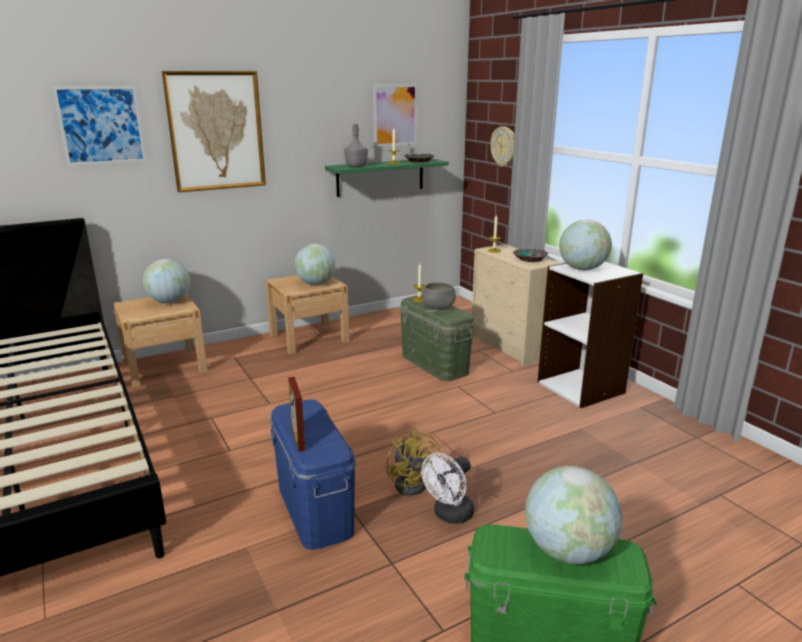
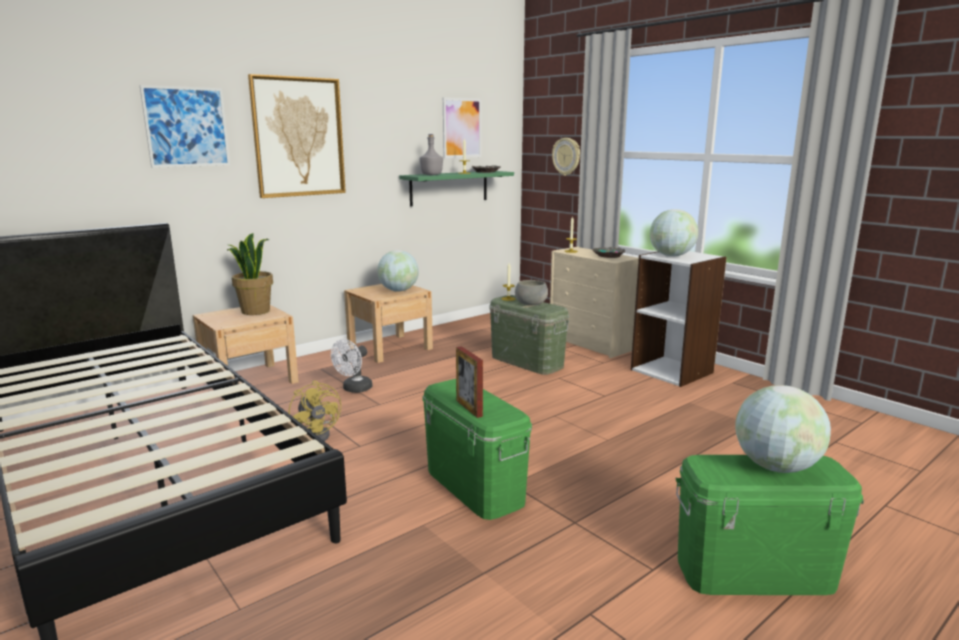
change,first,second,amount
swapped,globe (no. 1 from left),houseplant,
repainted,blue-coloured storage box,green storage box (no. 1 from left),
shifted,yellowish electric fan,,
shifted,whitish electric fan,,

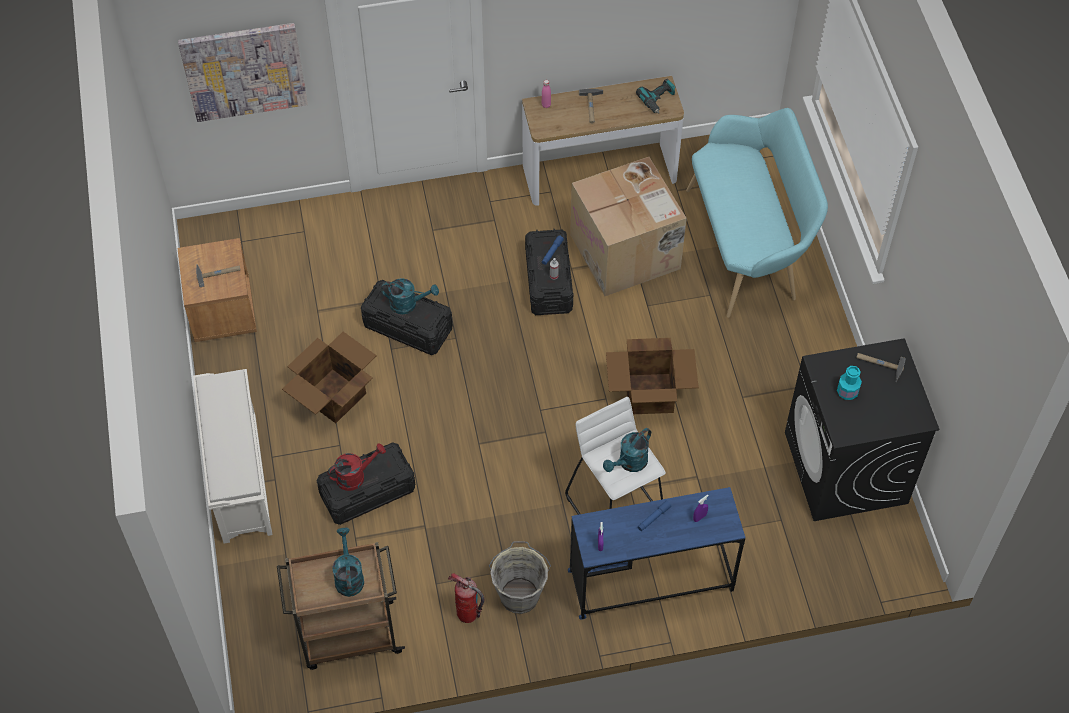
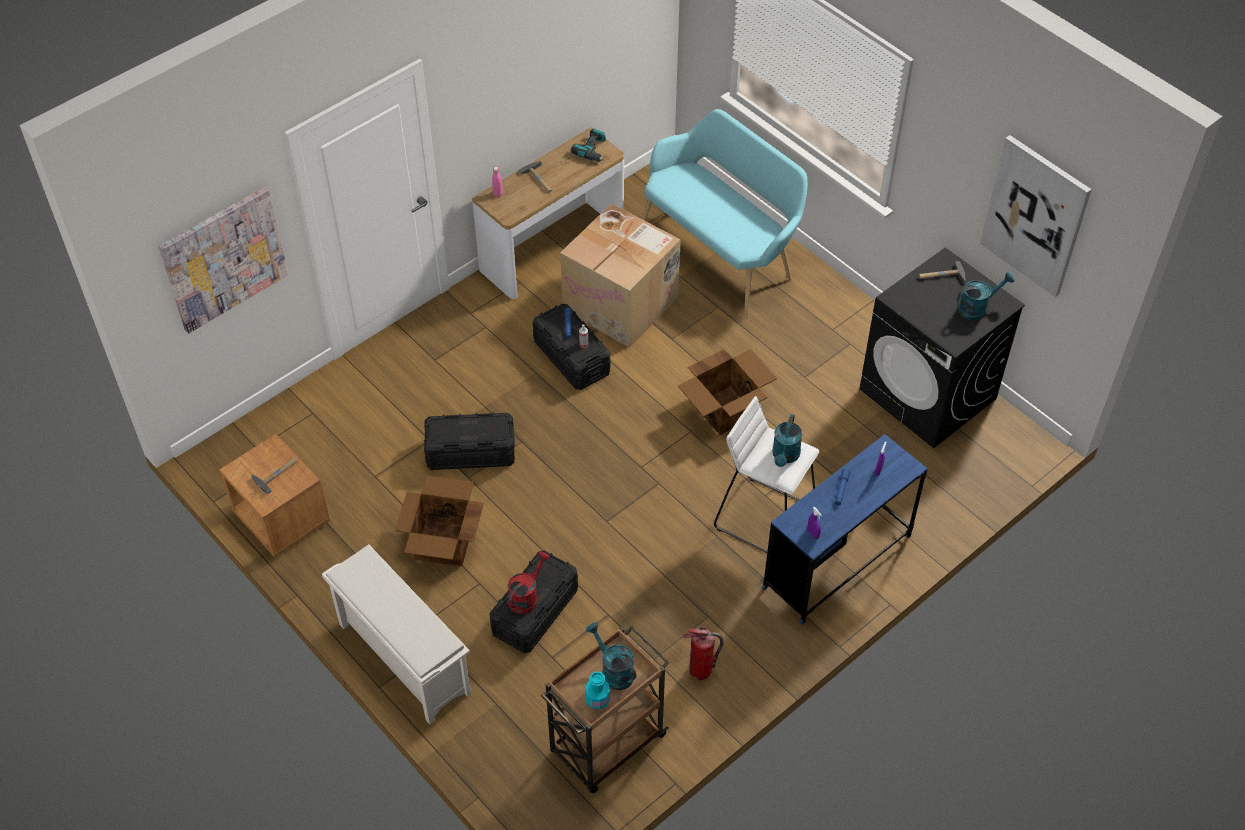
change,first,second,amount
shifted,turquoise-coloured watering can (no. 2 from left in the first image),turquoise-coloured watering can (no. 3 from left),
shifted,turquoise-coloured drink bottle,,
gone,greyish pail,,
new,,wall picture (no. 2 from left),

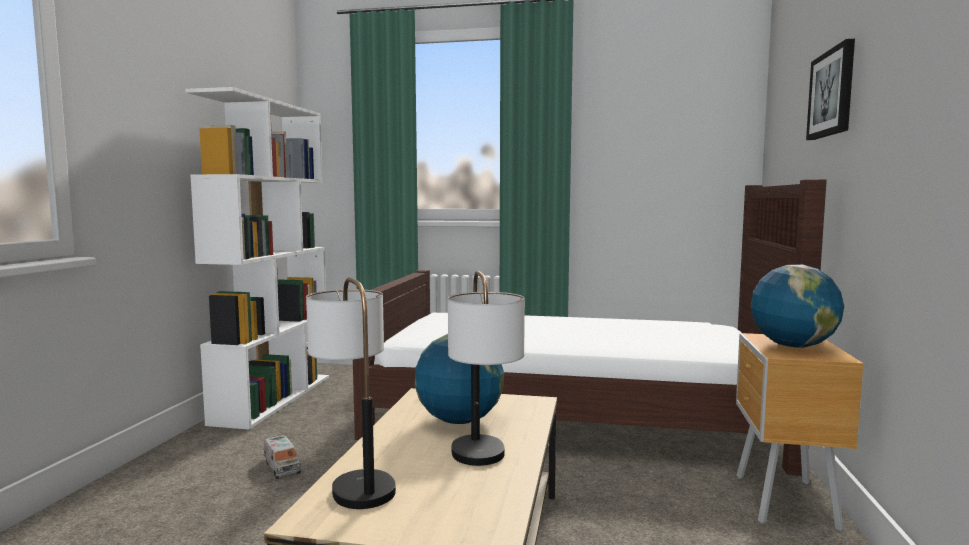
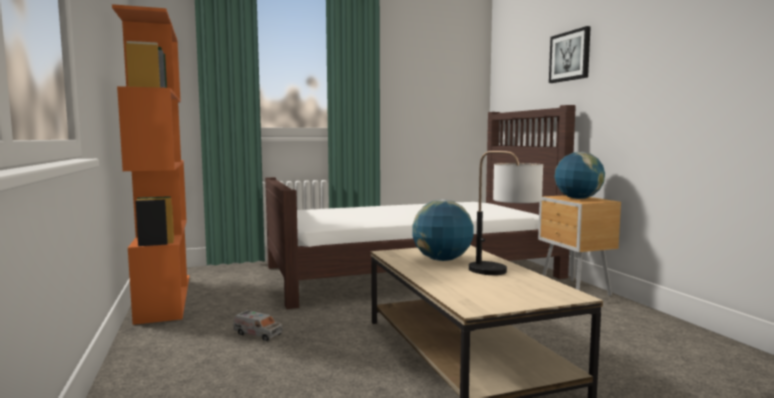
change,first,second,amount
repainted,whitish bookcase,orangey bookcase,
gone,lamp for a table (no. 1 from left),,

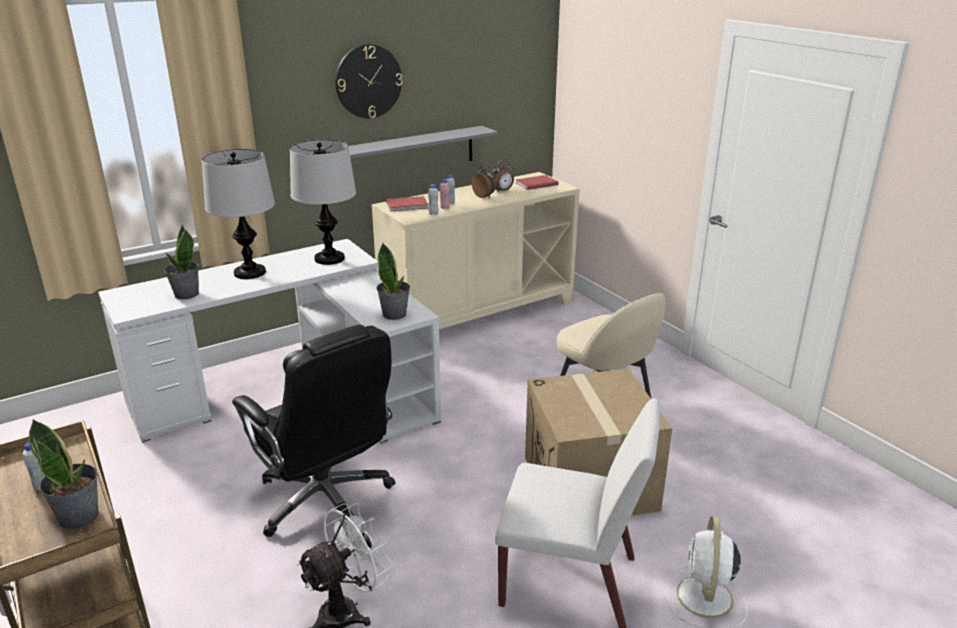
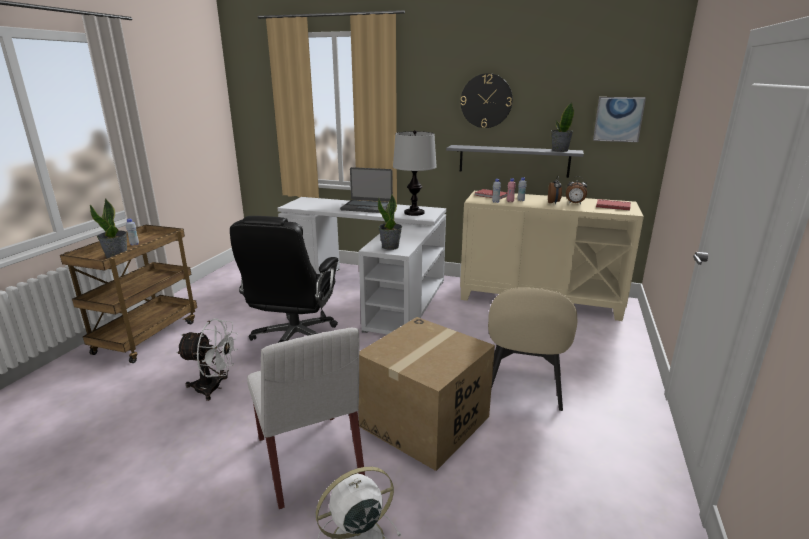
change,first,second,amount
swapped,lamp for a table (no. 1 from left),laptop,
shifted,houseplant (no. 2 from left in the first image),houseplant (no. 3 from left),
new,,wall picture,

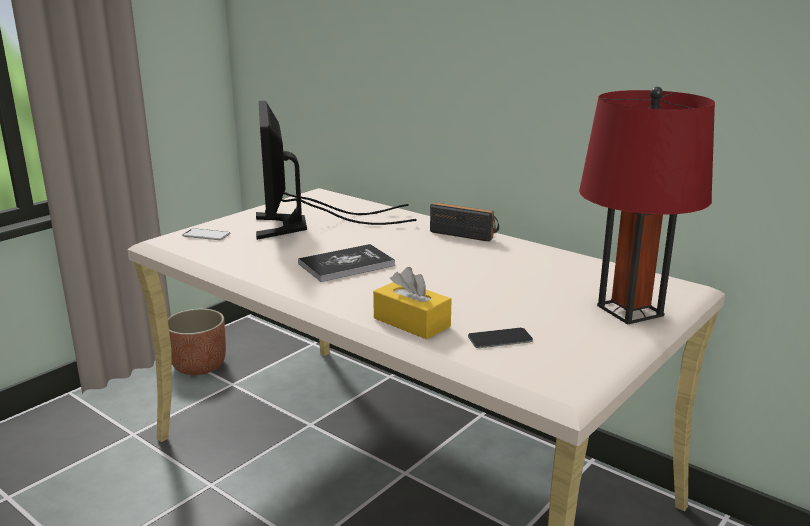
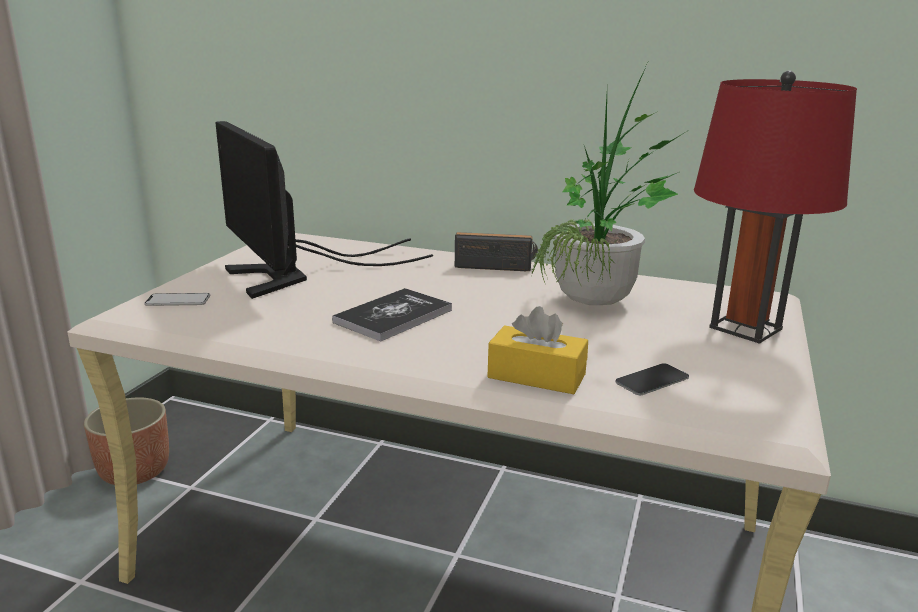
change,first,second,amount
new,,houseplant,

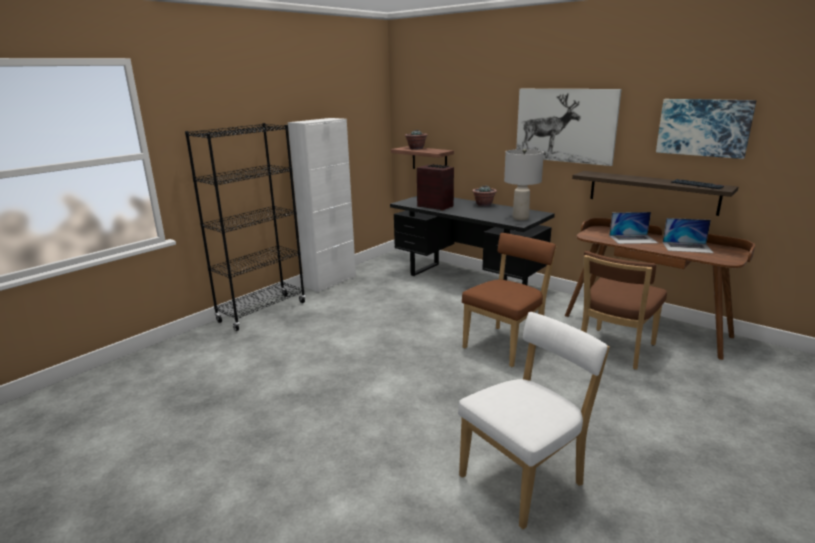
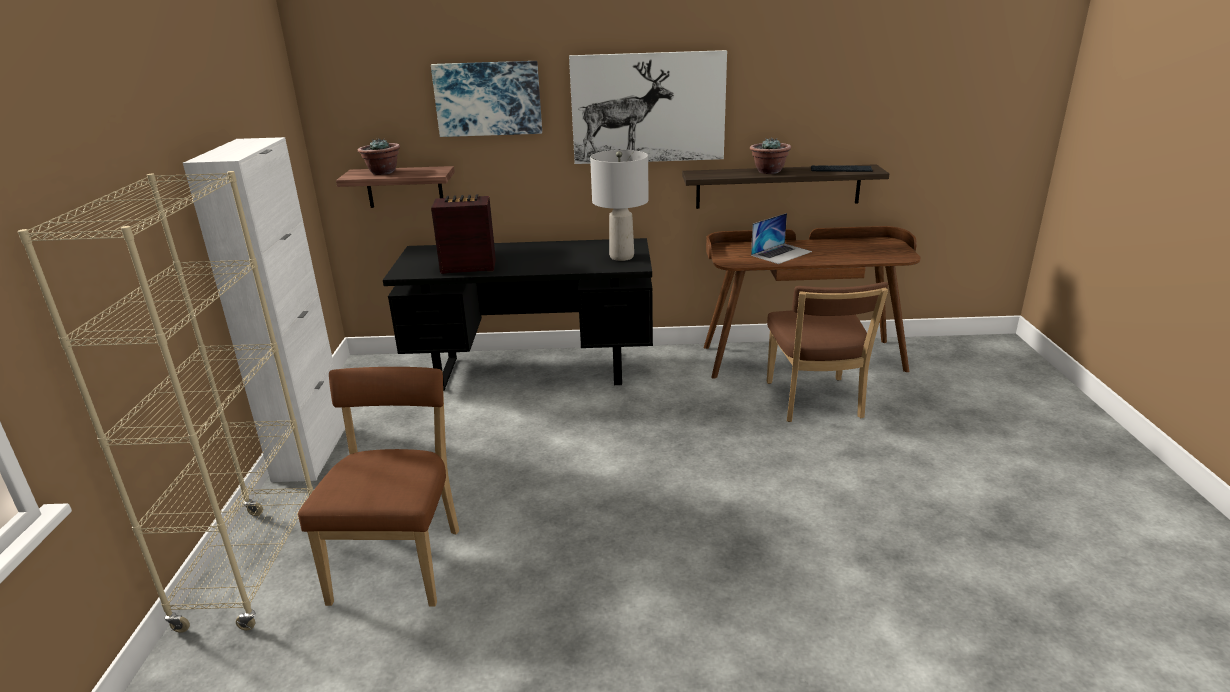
change,first,second,amount
shifted,wall picture (no. 2 from left in the first image),wall picture (no. 1 from left),
repainted,black bookcase,beige bookcase,
shifted,houseplant (no. 2 from left),,
gone,laptop (no. 2 from left),,
shifted,brownish plain chair (no. 1 from left),,
gone,whitish plain chair,,

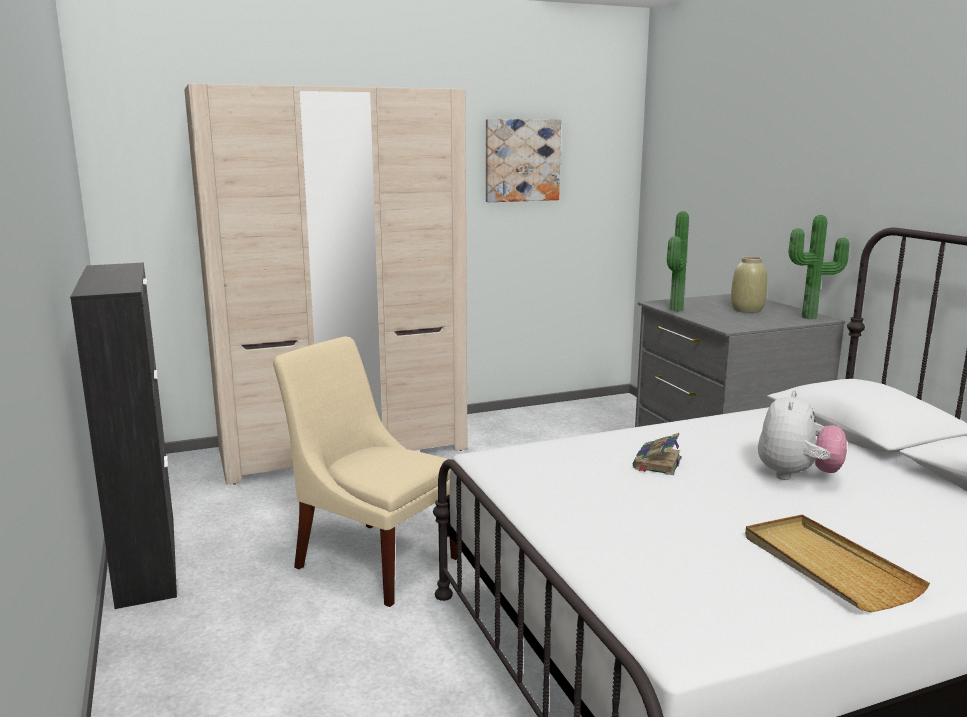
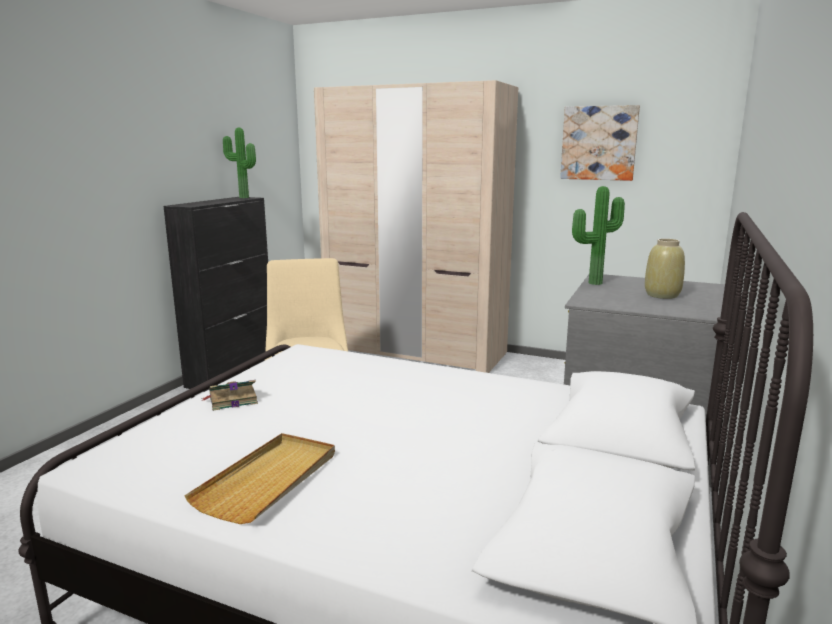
change,first,second,amount
shifted,houseplant (no. 2 from left in the first image),houseplant (no. 1 from left),
gone,cuddly toy,,
shifted,bound book,,

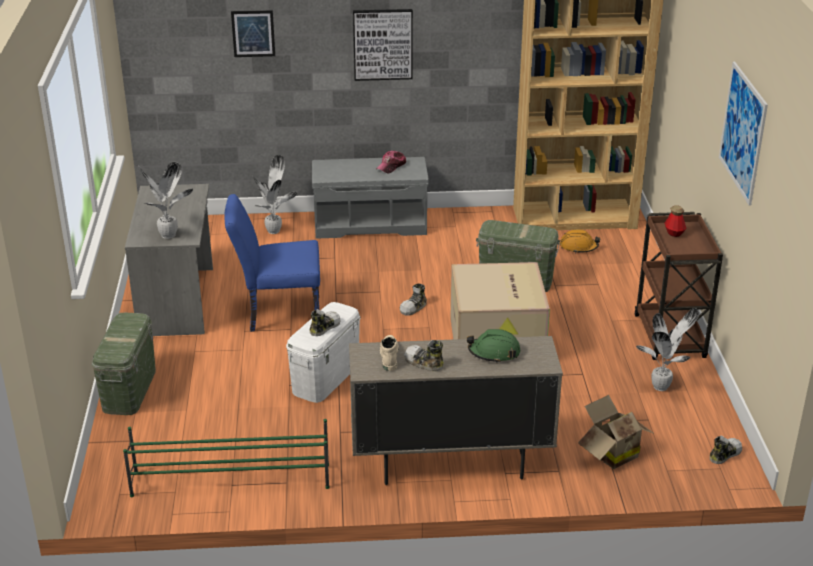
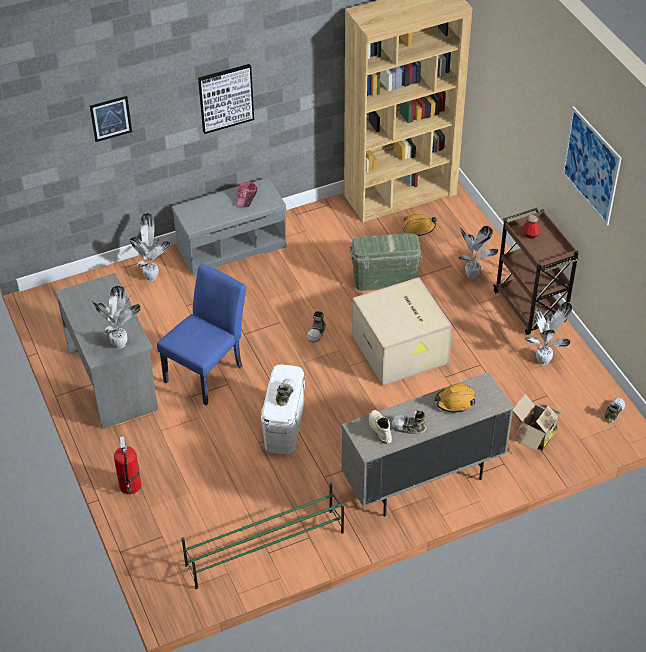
change,first,second,amount
rotated,blue-coloured plain chair,,150 degrees clockwise
swapped,green storage box (no. 1 from left),extinguisher,
repainted,green work helmet,orangey work helmet (no. 2 from left),
new,,houseplant (no. 3 from left),

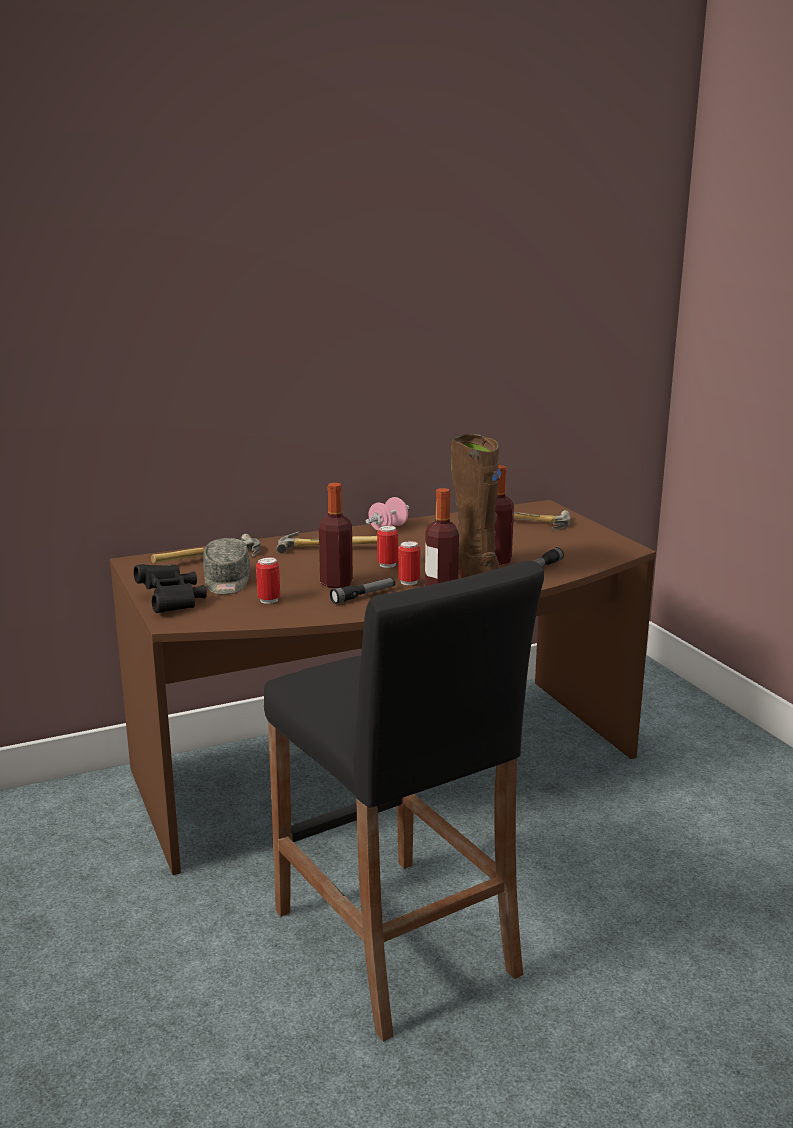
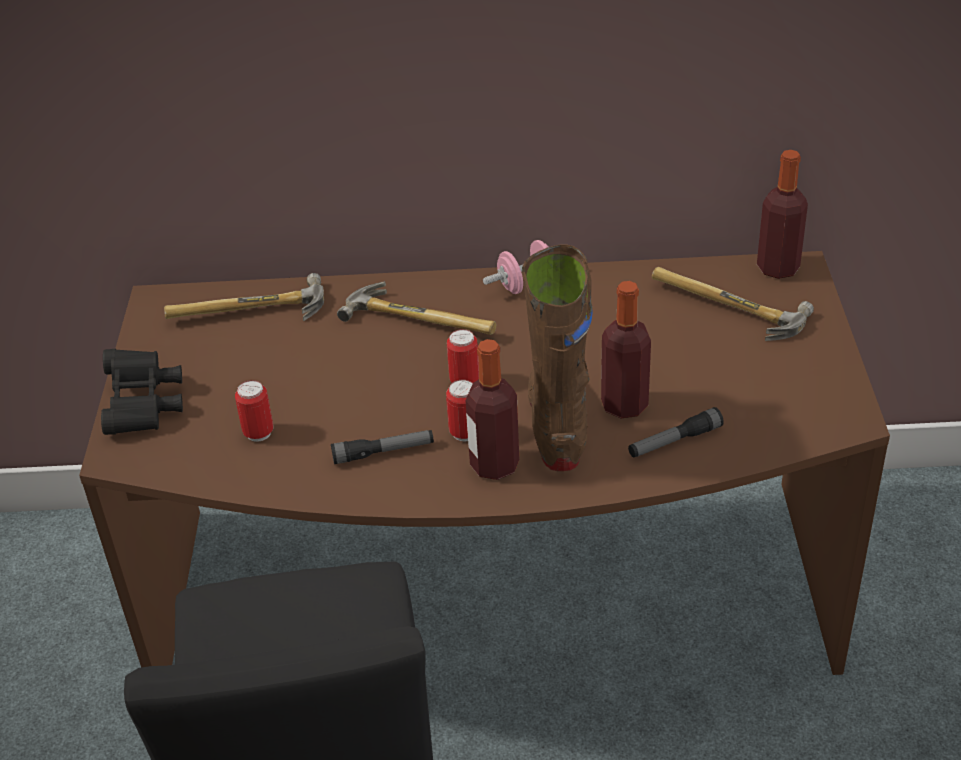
change,first,second,amount
shifted,drink bottle (no. 1 from left in the first image),drink bottle (no. 3 from left),
gone,greyish peaked cap,,

